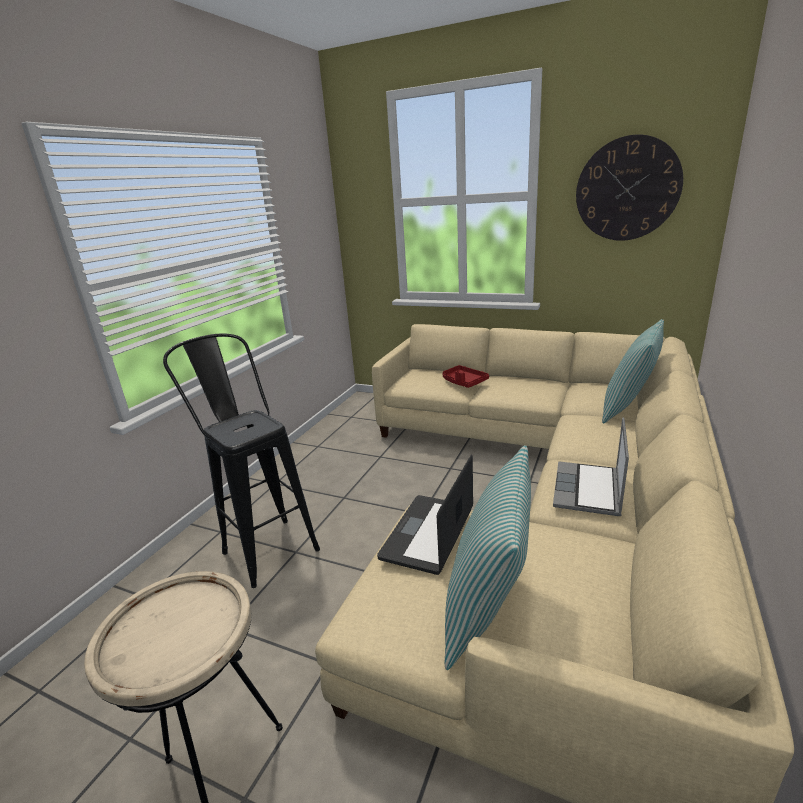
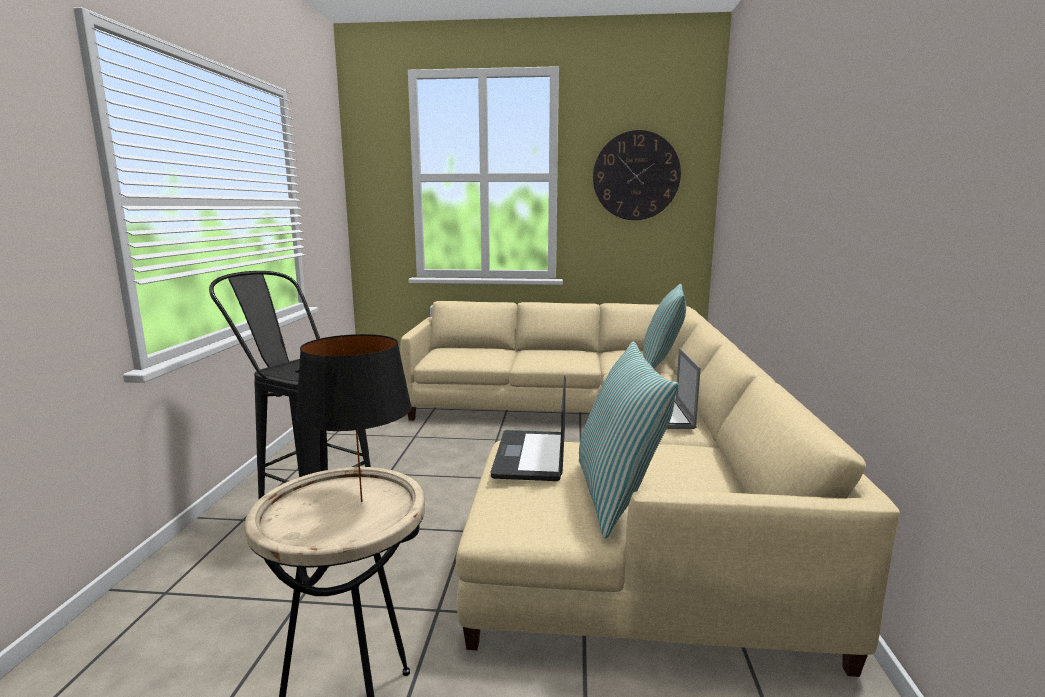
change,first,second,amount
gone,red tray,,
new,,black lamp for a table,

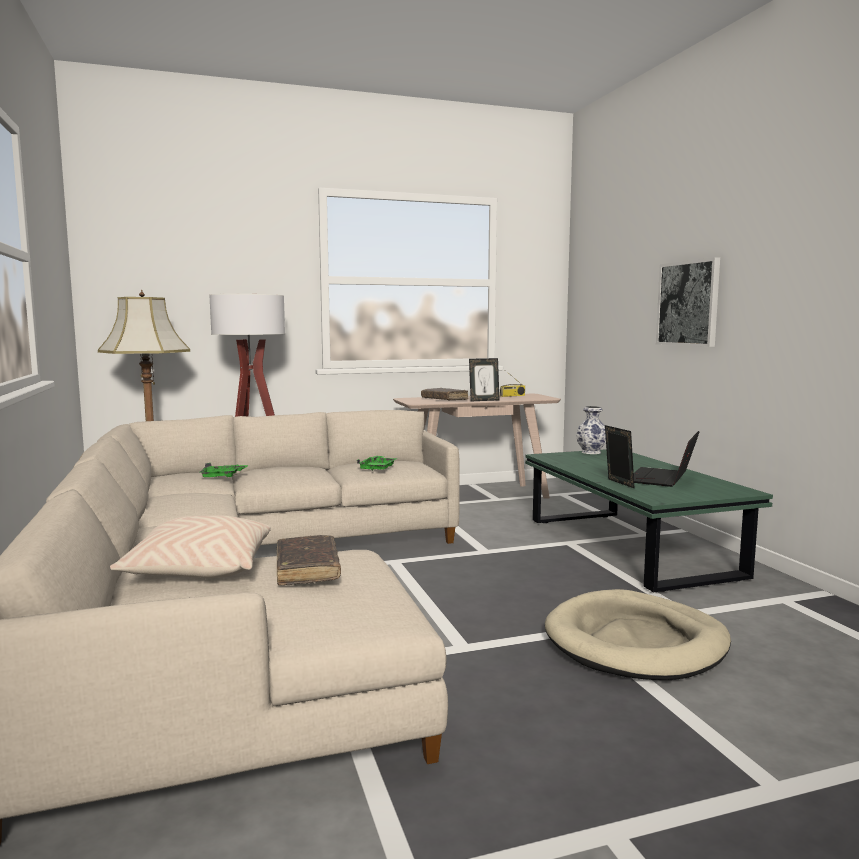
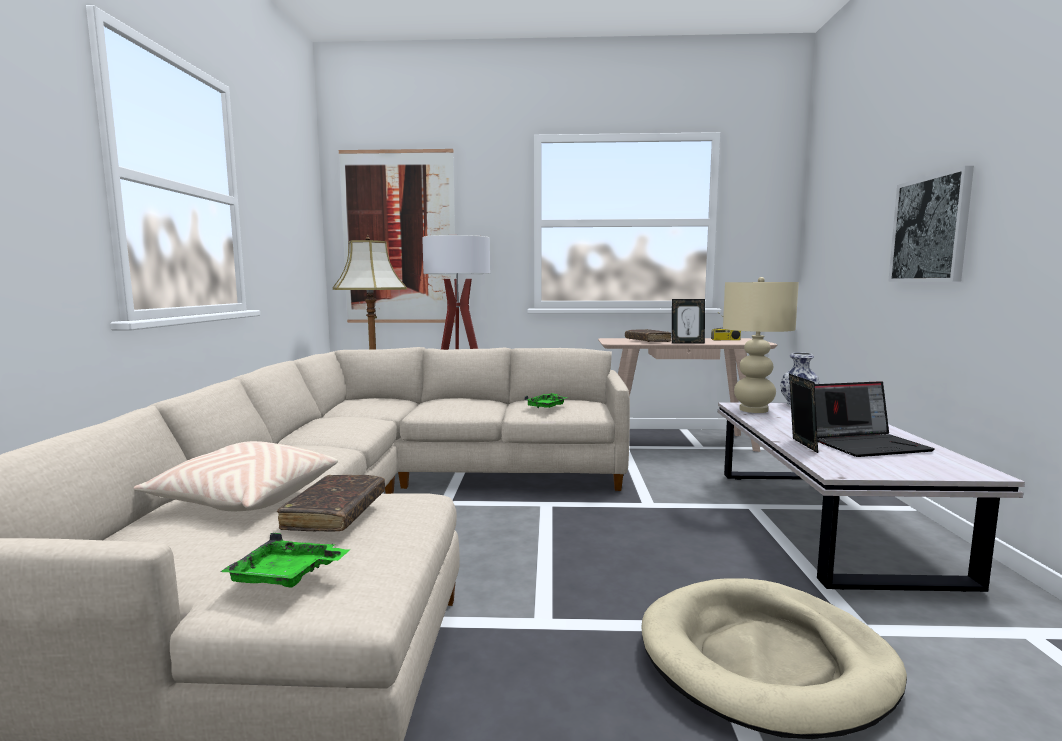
change,first,second,amount
rotated,laptop,,150 degrees counterclockwise
repainted,green lounge table,whitish lounge table,
shifted,green tray (no. 1 from left),,
new,,wall picture (no. 1 from left),
new,,beige lamp for a table,

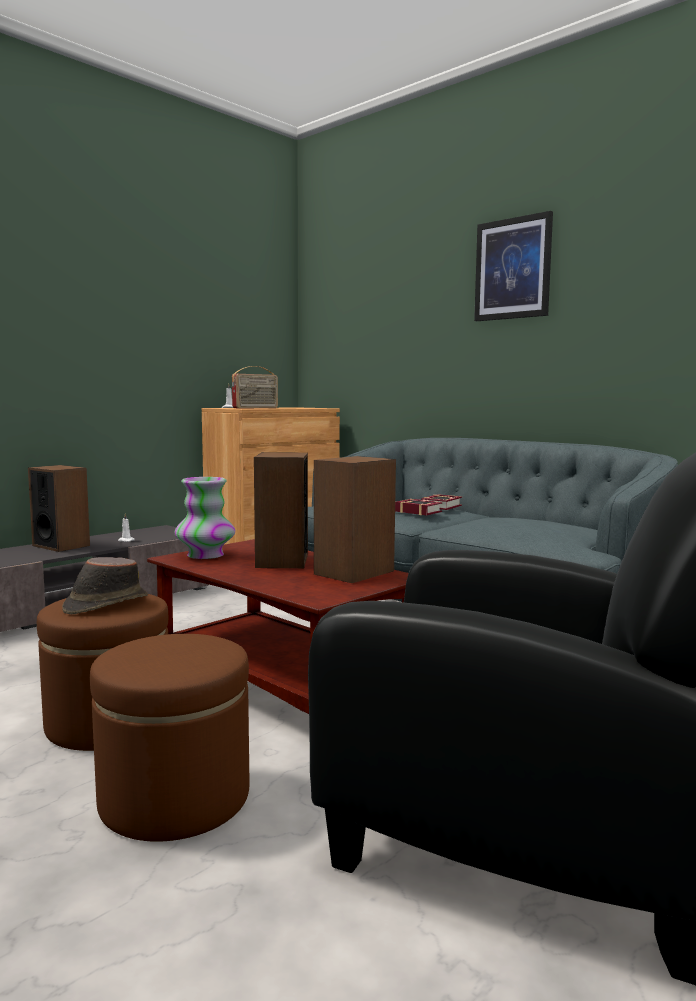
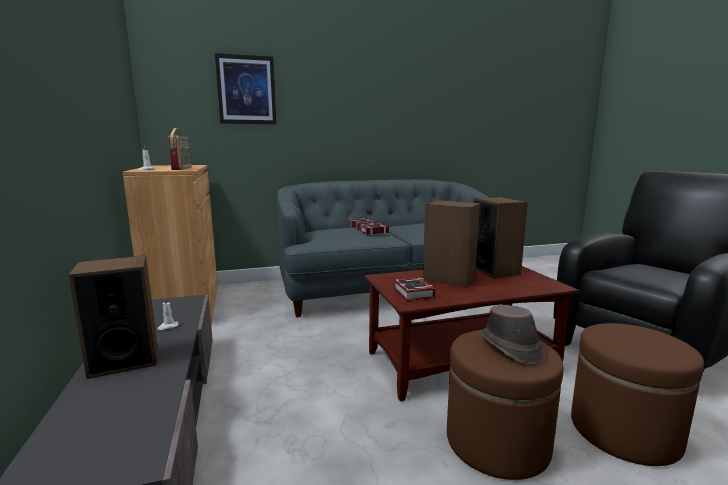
change,first,second,amount
shifted,wall picture,,
swapped,flower vase,bound book (no. 3 from left),

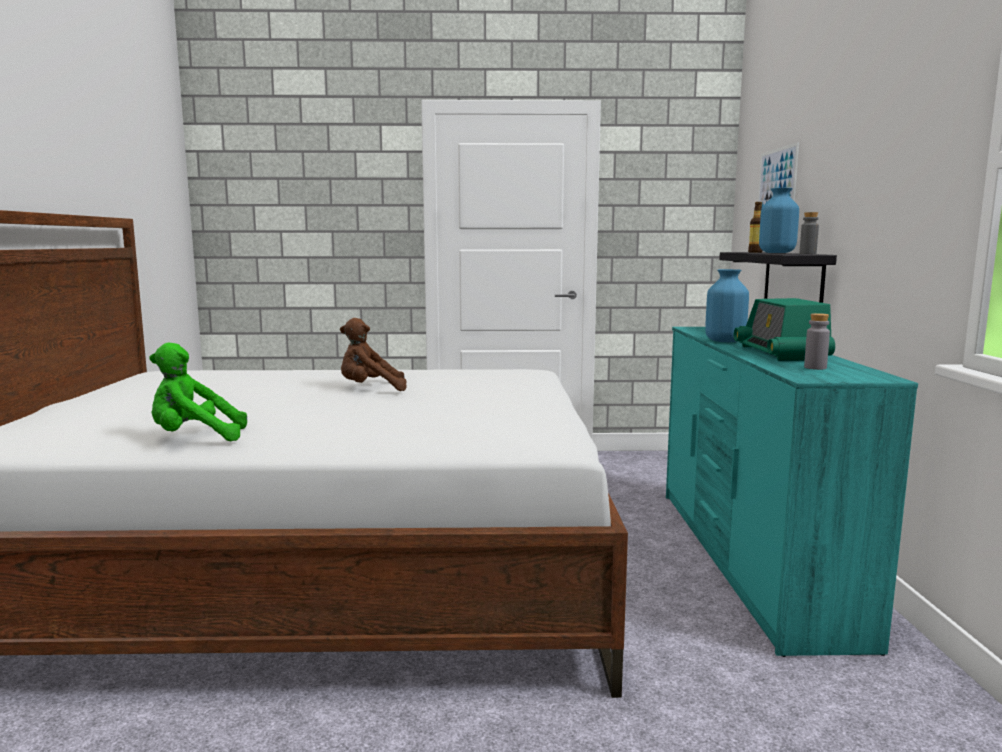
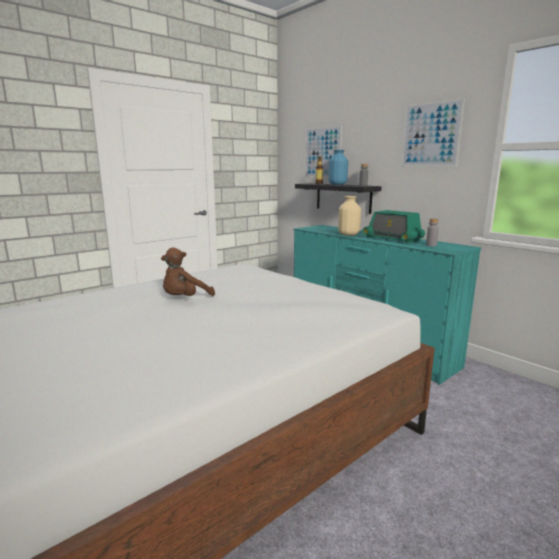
change,first,second,amount
repainted,blue-coloured flower vase (no. 1 from left),beige flower vase,
gone,green cuddly toy,,
new,,wall picture (no. 2 from left),

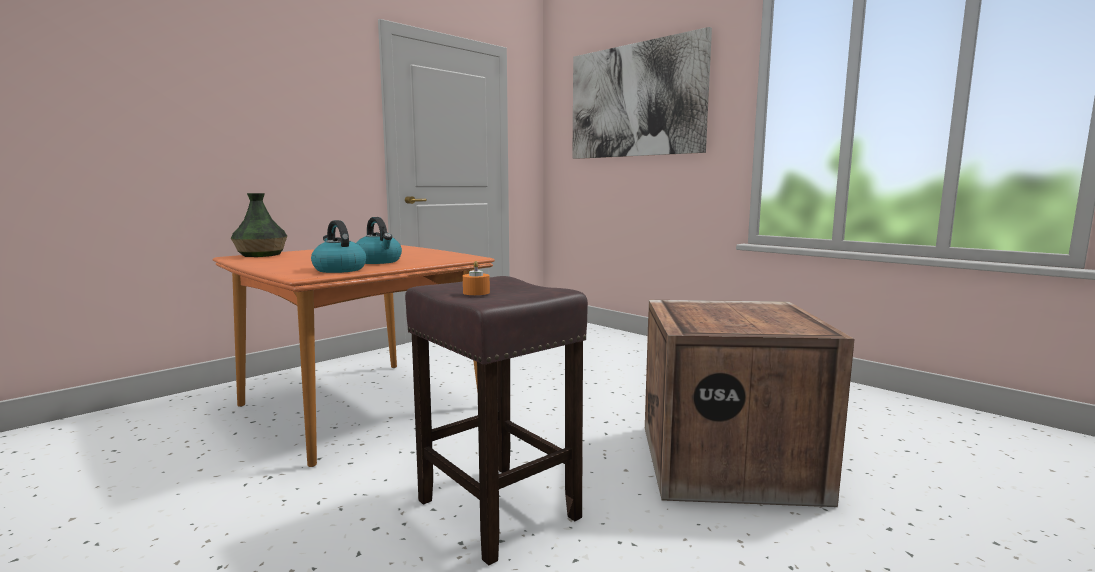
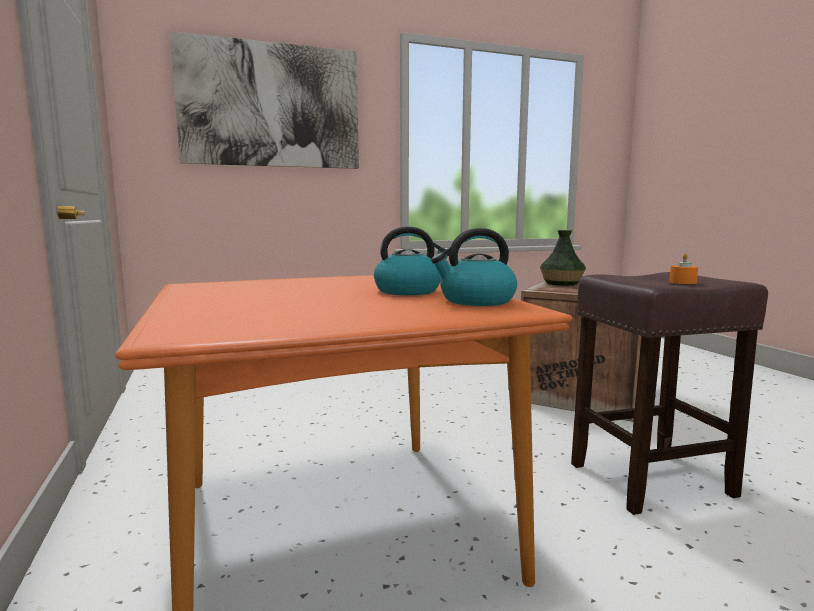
change,first,second,amount
shifted,flower vase,,

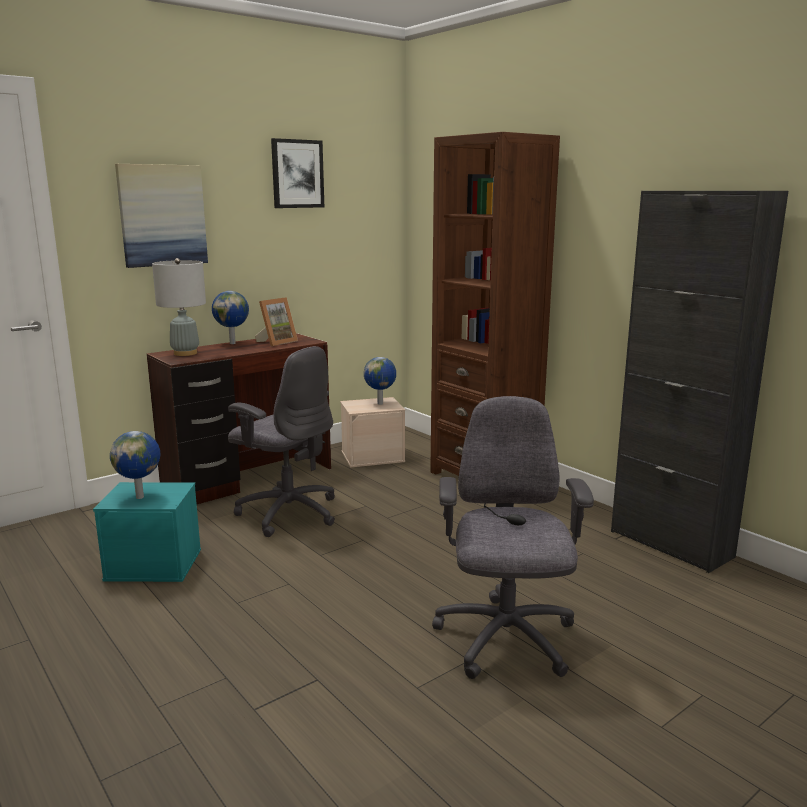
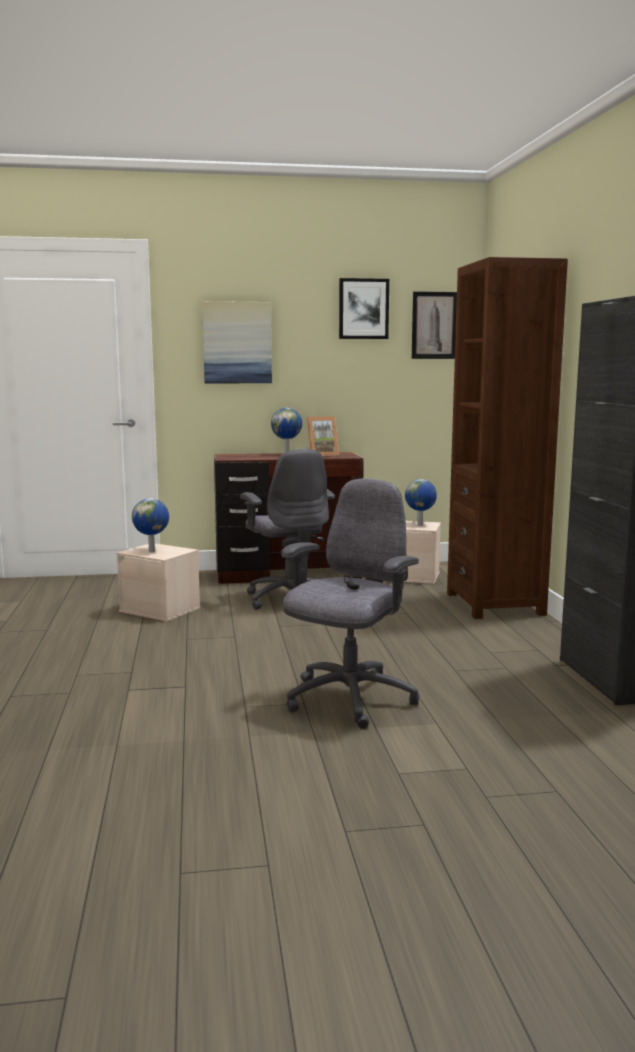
change,first,second,amount
gone,greyish lamp for a table,,
repainted,turquoise-coloured storage box,beige storage box (no. 1 from left),
new,,wall picture (no. 3 from left),

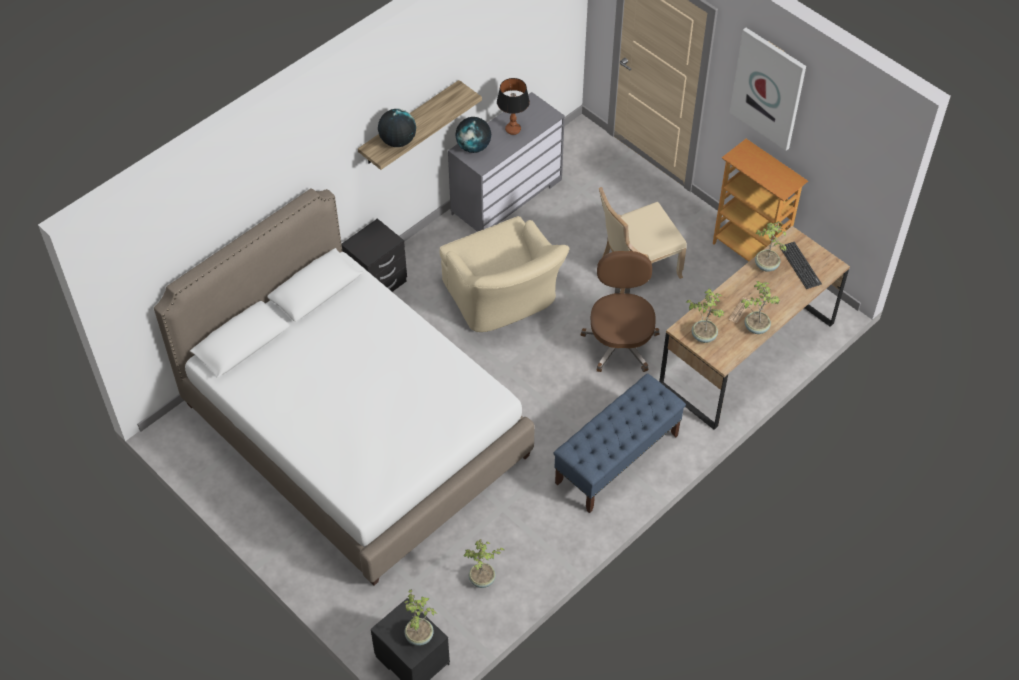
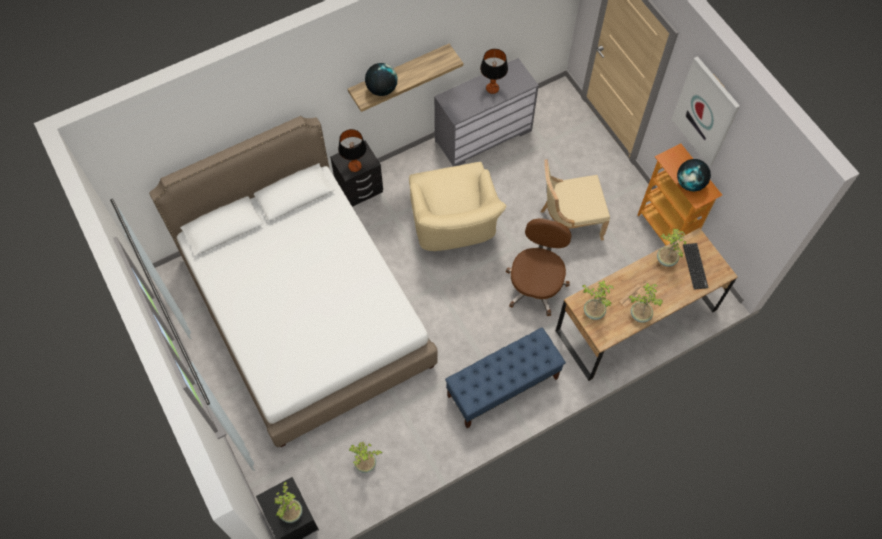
change,first,second,amount
shifted,globe (no. 2 from left),,
new,,lamp for a table (no. 1 from left),

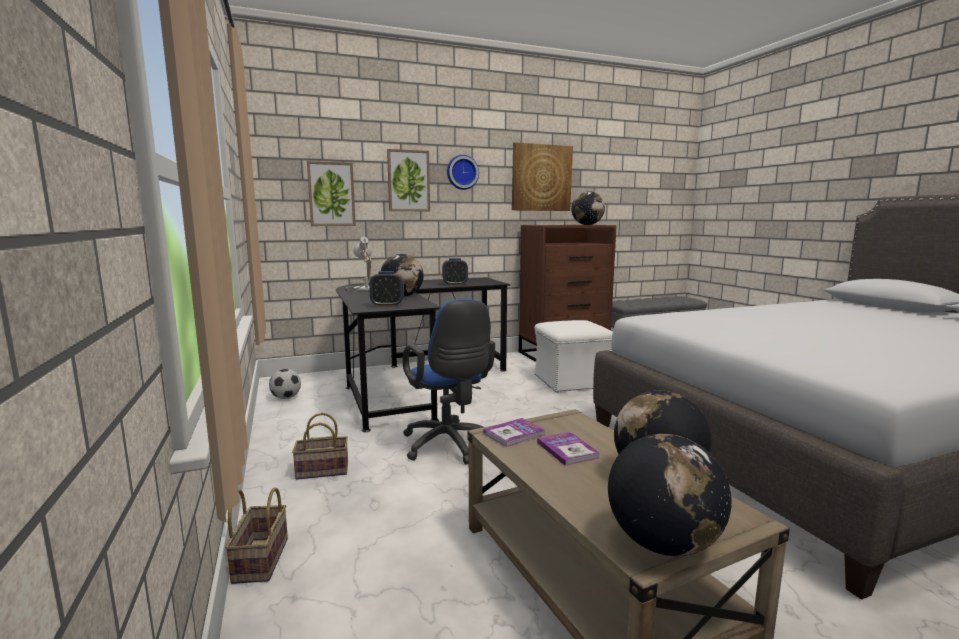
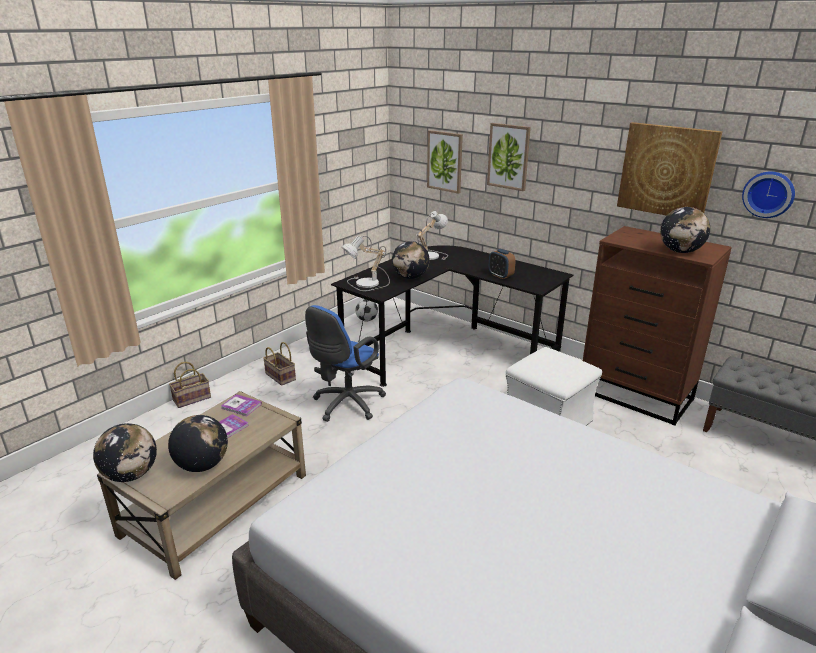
change,first,second,amount
shifted,wall clock,,
swapped,bedside clock (no. 1 from left),lamp for a table (no. 1 from left),

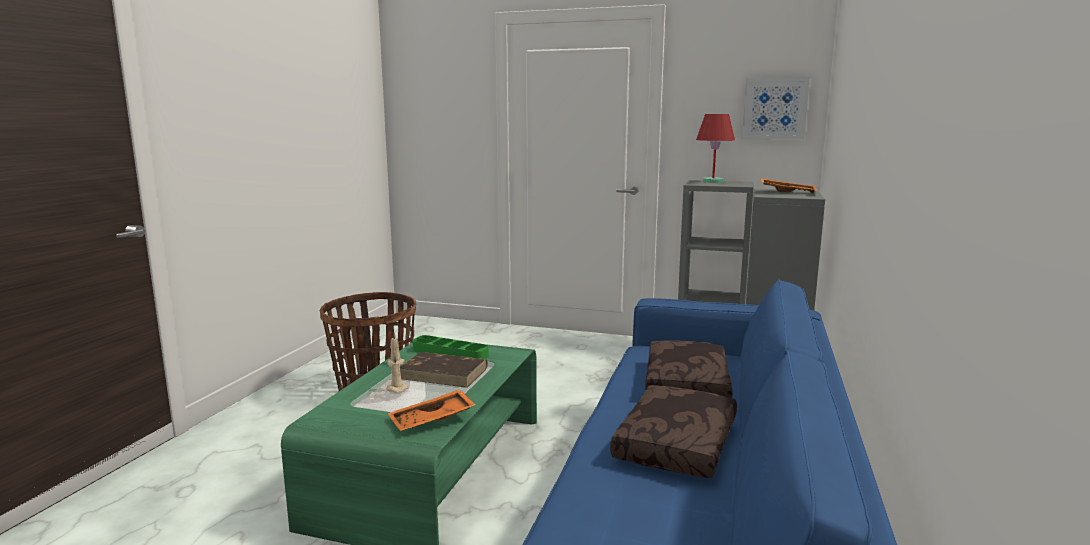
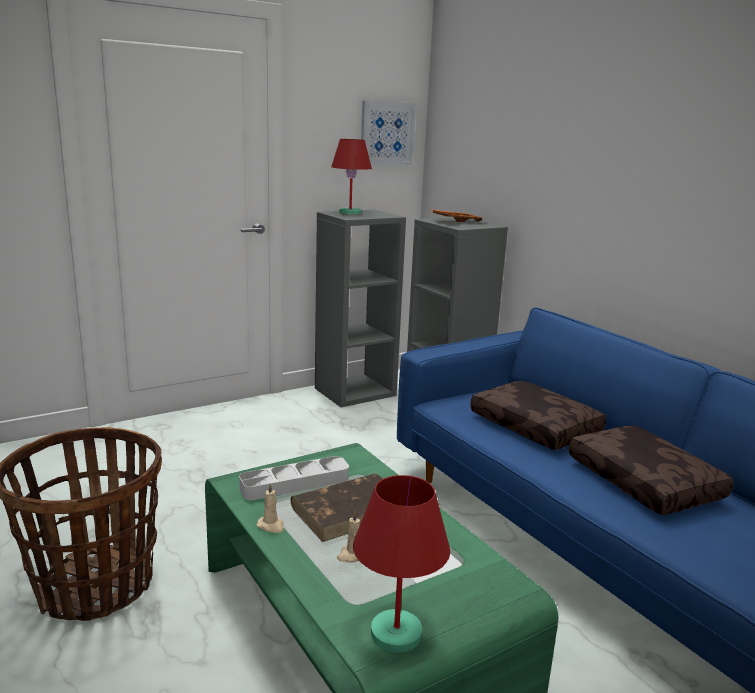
change,first,second,amount
repainted,green tray,greyish tray,
gone,orangey tray (no. 1 from left),,
new,,red lamp for a table (no. 2 from left),

